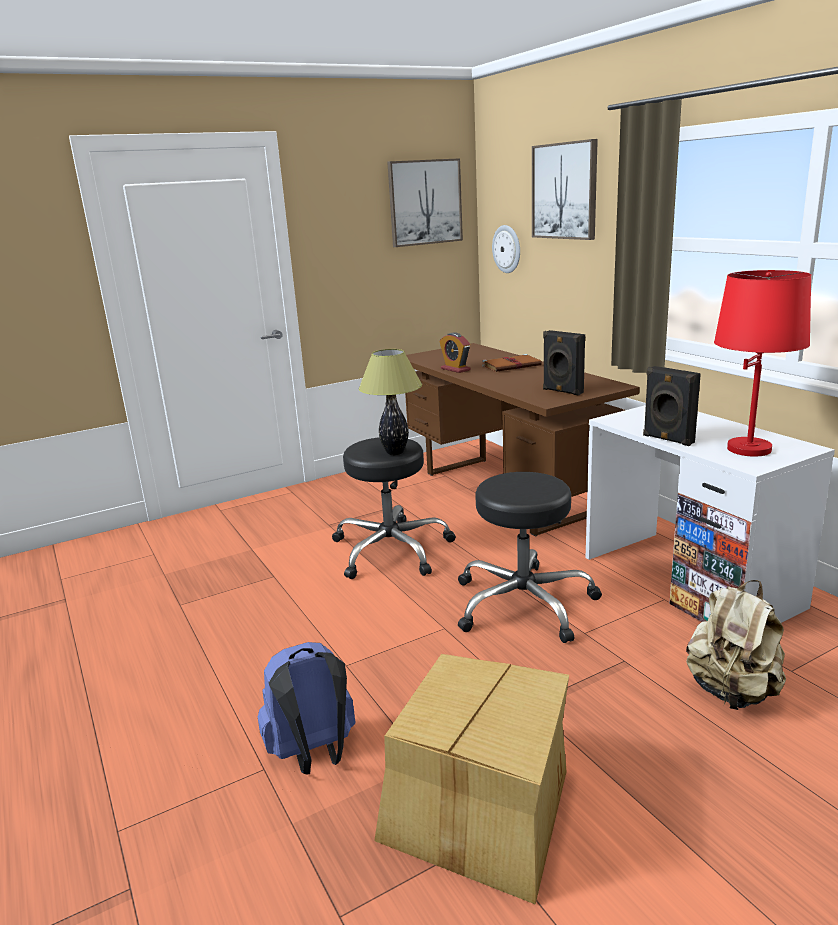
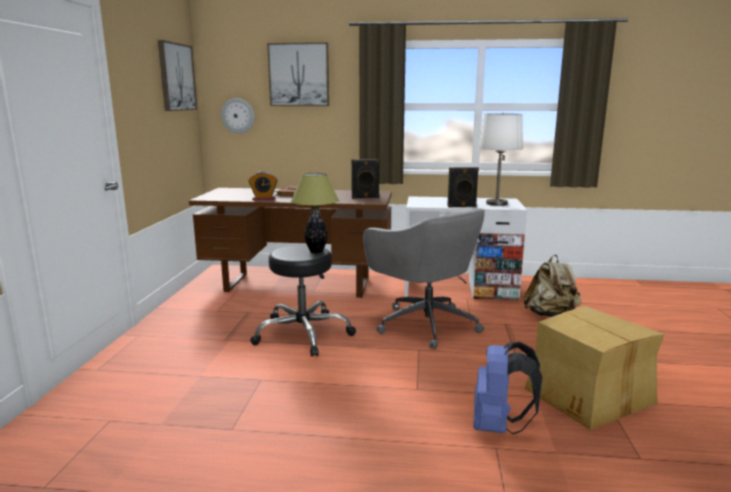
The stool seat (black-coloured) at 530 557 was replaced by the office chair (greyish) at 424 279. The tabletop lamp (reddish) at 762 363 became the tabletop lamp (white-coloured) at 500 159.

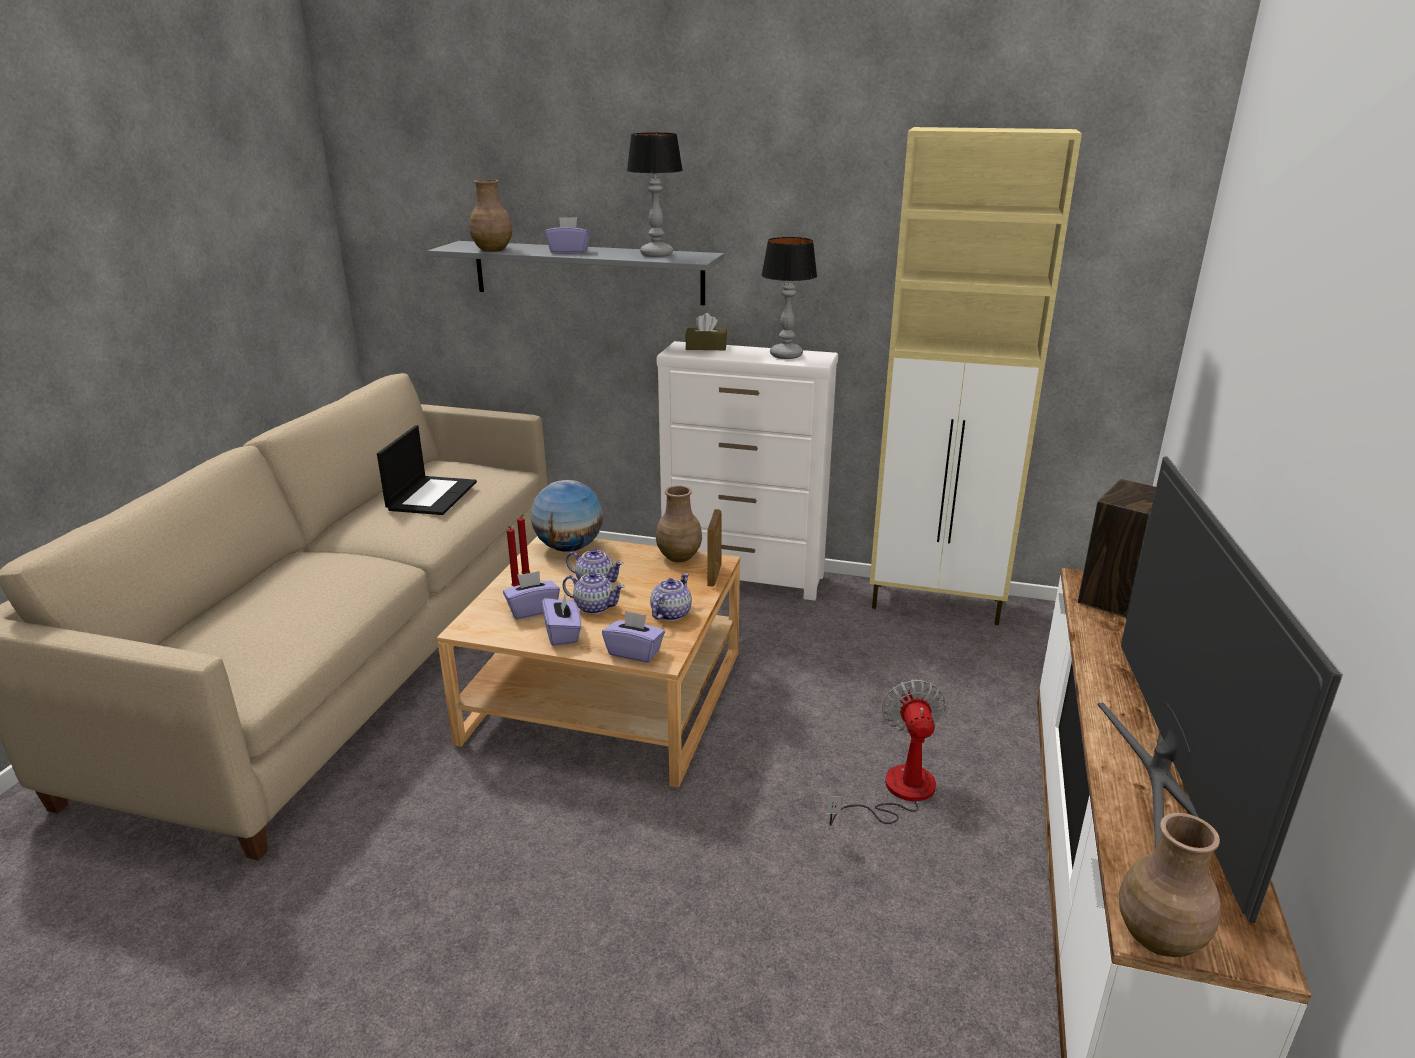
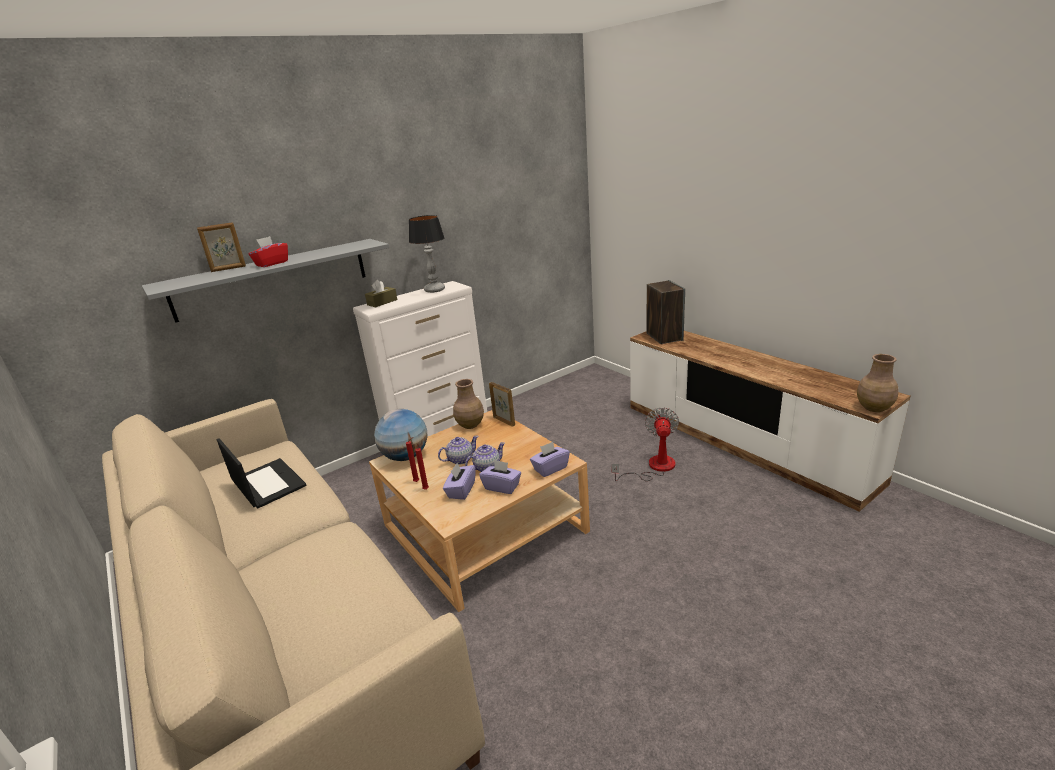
The vase (brown) at 490 216 disappeared. The tabletop lamp at 655 195 disappeared. The tea pot at 671 597 disappeared. The cabinet (beige-coloured) at 976 376 disappeared. The TV at 1220 689 disappeared. The standing frame at 221 247 appeared. The tissue box (purple-coloured) at 568 235 became the tissue box (reddish) at 268 251. The fan at 886 752 turned 60 degrees clockwise.

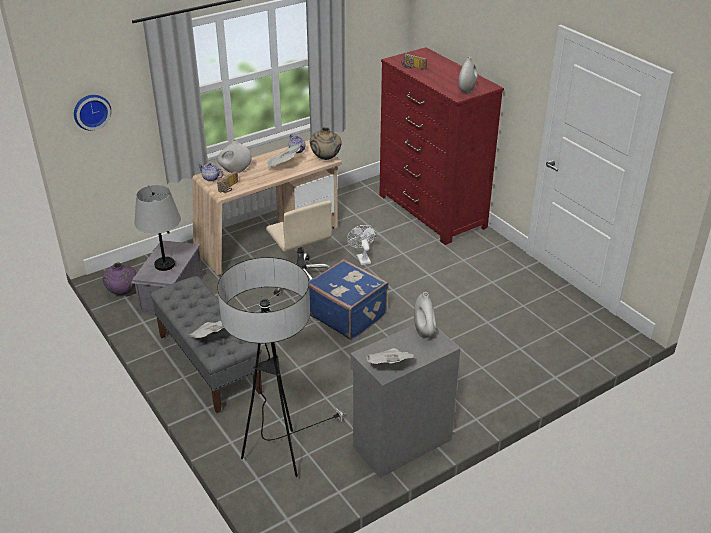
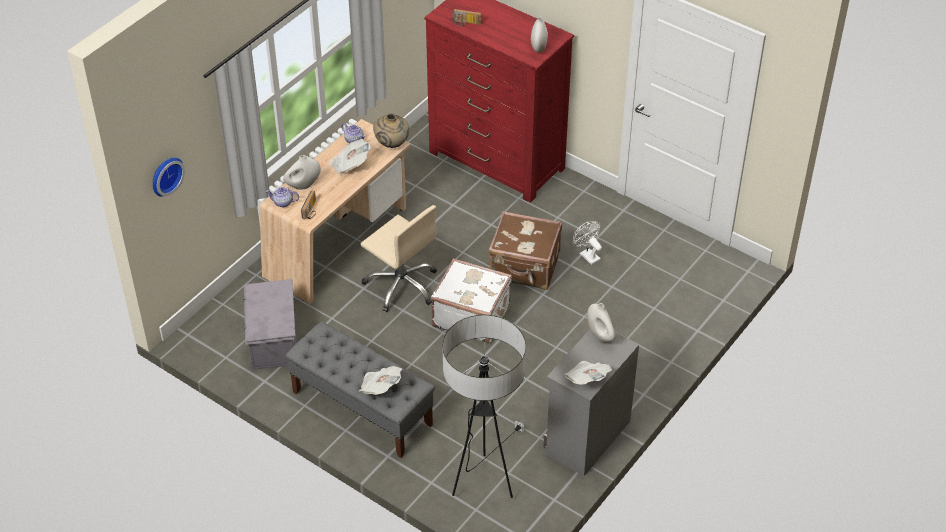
The vase (purple-coloured) at 119 279 disappeared. The tabletop lamp (greyish) at 157 228 disappeared. The suitcase (brown) at 525 250 appeared. The fan (white-coloured) moved from 361 245 to 587 243. The suitcase (blue) at 349 299 became the suitcase (white-coloured) at 471 300.

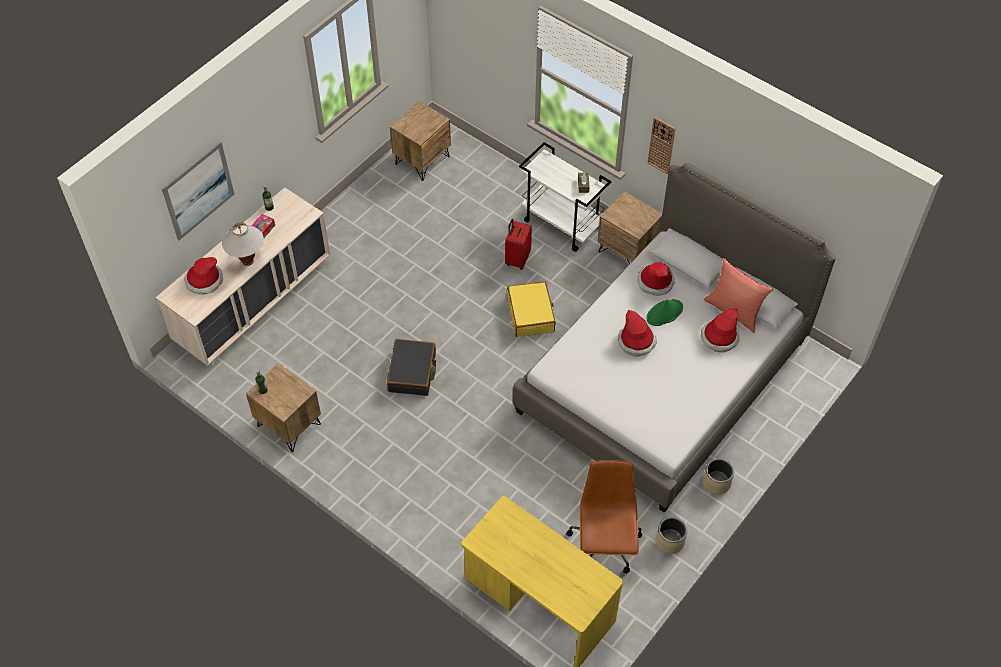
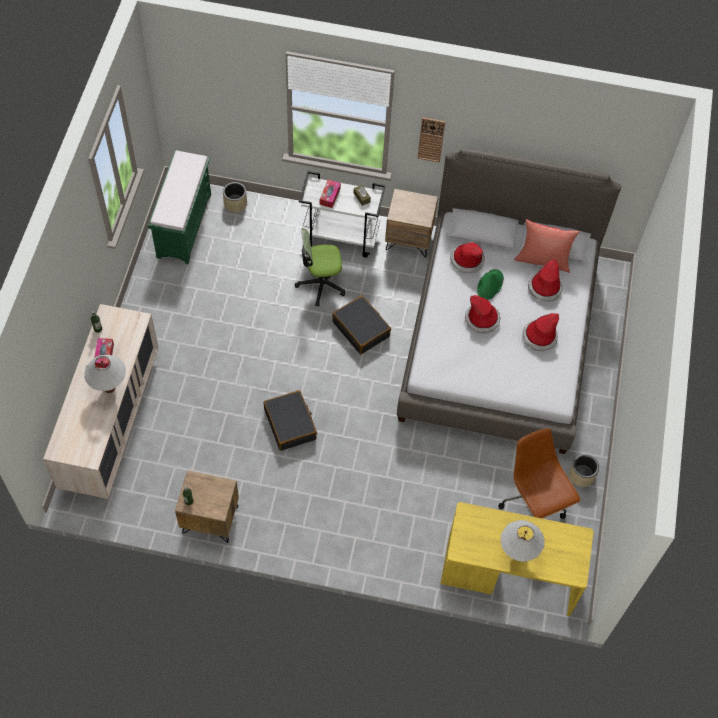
The wall picture at 197 191 disappeared. The tissue box at 330 194 appeared. The tabletop lamp (white-coloured) at 522 541 appeared. The hat moved from 203 275 to 541 332. The plant pot (beige-coloured) moved from 718 476 to 235 197. The nightstand (brown) at 420 141 was replaced by the indoor bench (greenish) at 179 207. The suitcase (reddish) at 518 244 was replaced by the office chair at 320 267. The suitcase (yellowish) at 531 309 became the suitcase (black-coloured) at 361 324.

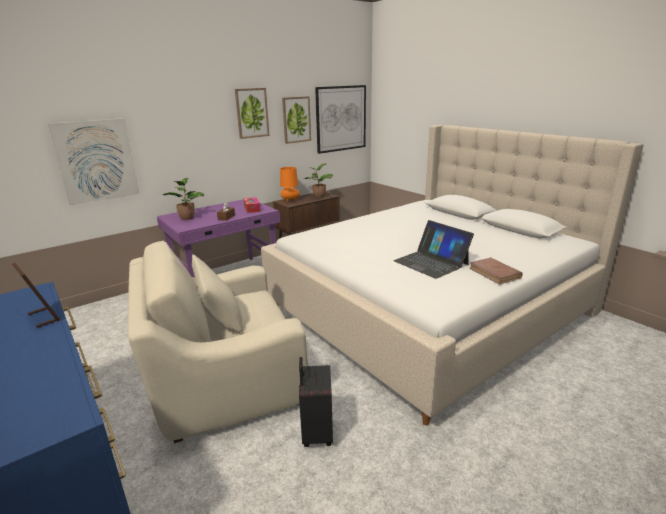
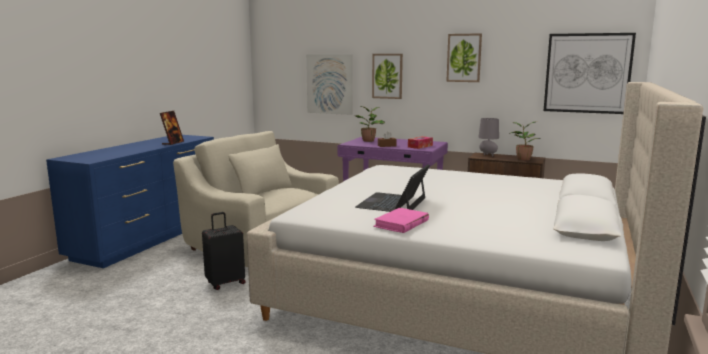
The wall picture moved from 296 120 to 387 76. The tabletop lamp (orange) at 290 184 became the tabletop lamp (greyish) at 488 137. The book (brown) at 495 271 became the book (pink-coloured) at 401 220.

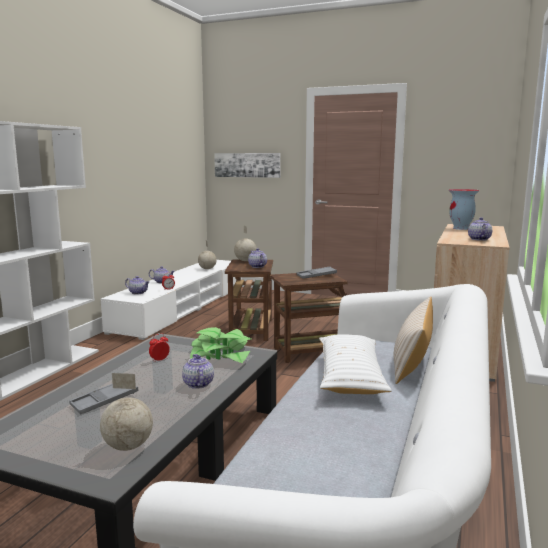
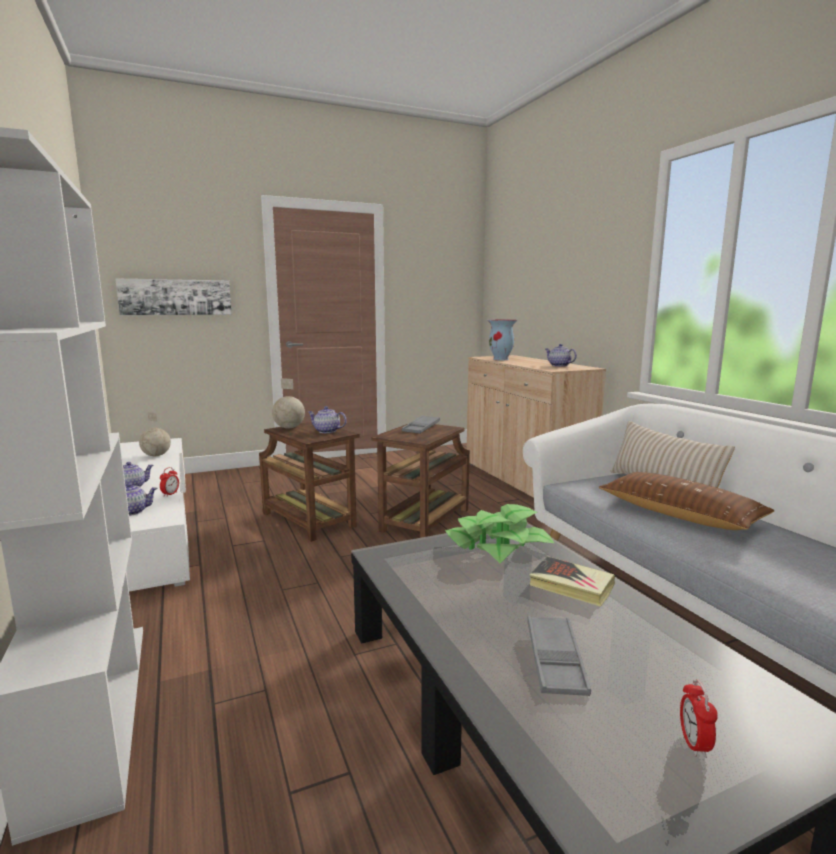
The desk globe at 126 412 disappeared. The table clock moved from 159 347 to 699 718. The tea pot at 198 371 was replaced by the book at 572 581. The throw pillow (white-coloured) at 355 364 became the throw pillow (brown) at 687 501.

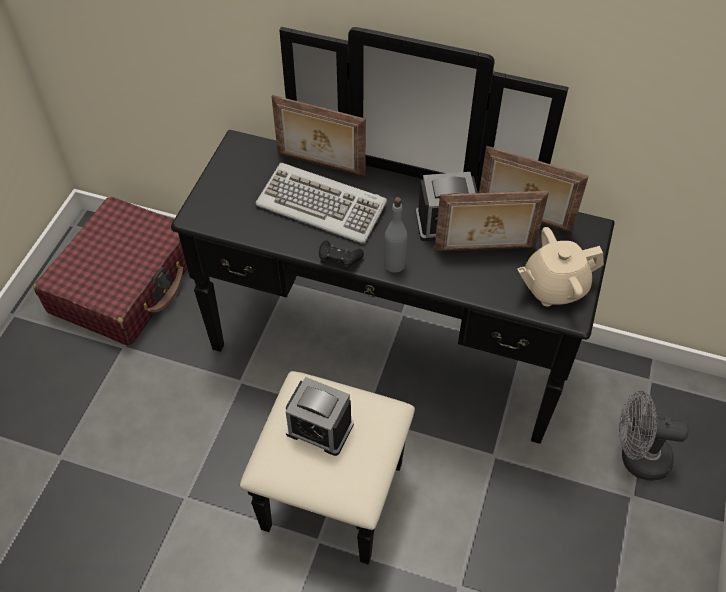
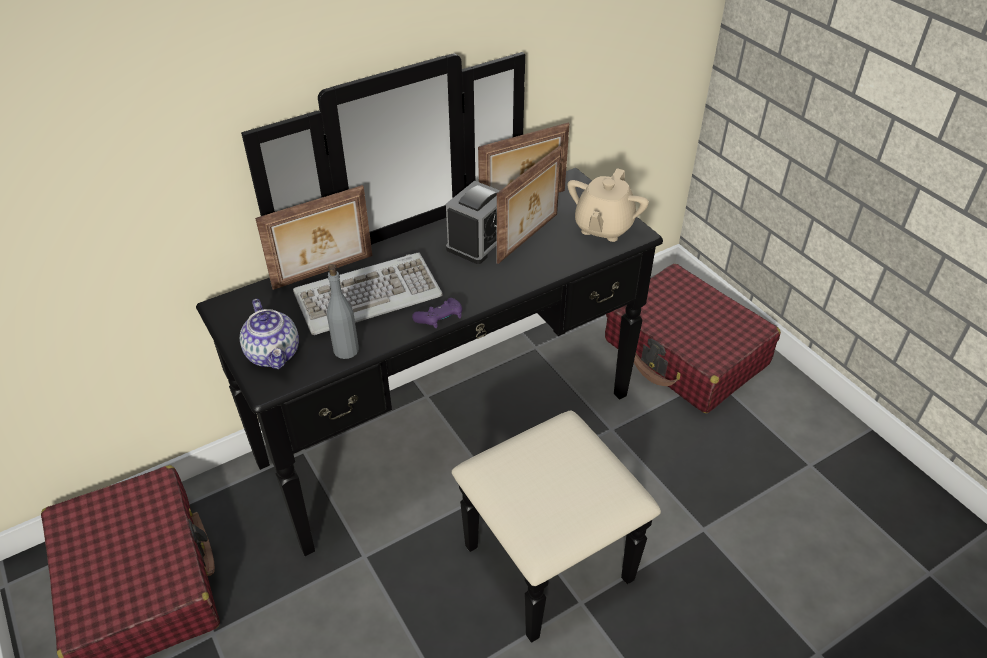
The table clock at 320 416 disappeared. The tea pot at 269 334 appeared. The beverage bottle (greyish) moved from 395 235 to 343 311. The fan (greyish) at 654 436 was replaced by the suitcase (reddish) at 693 338. The joypad (black-coloured) at 341 254 became the joypad (purple-coloured) at 437 313.

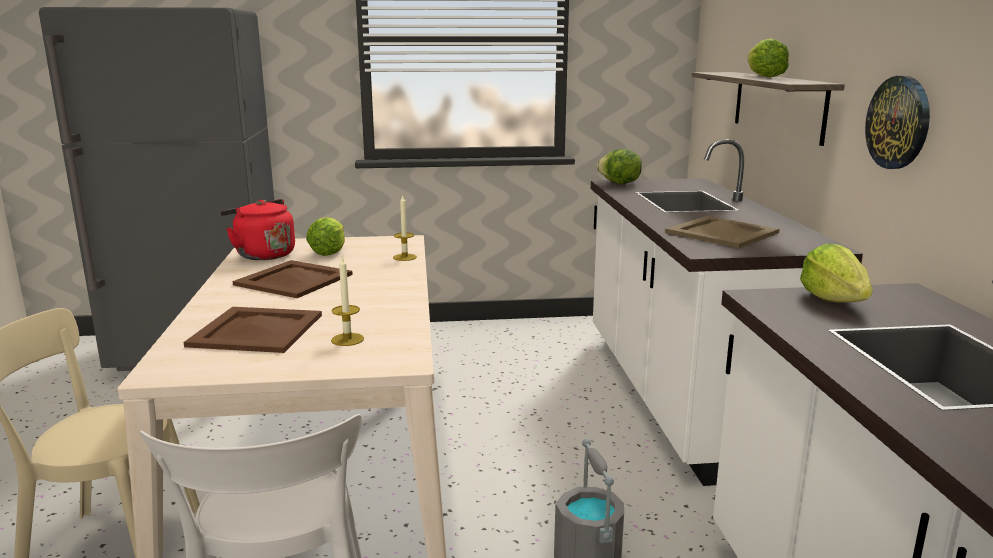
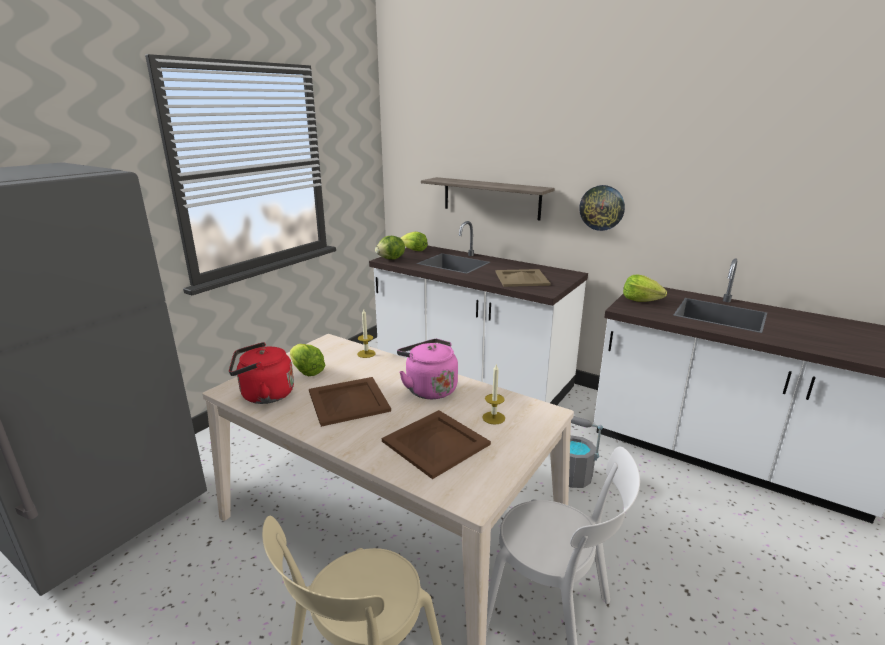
The kettle (pink-coloured) at 427 369 appeared. The lettuce moved from 768 58 to 414 241.

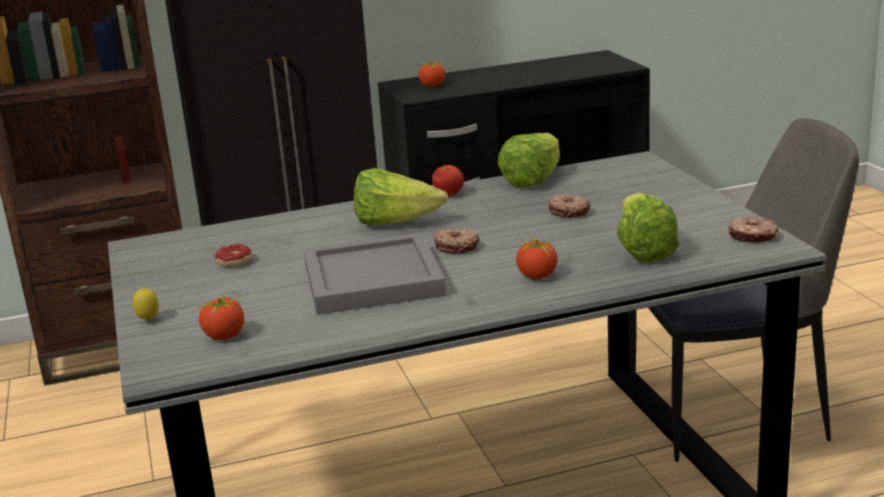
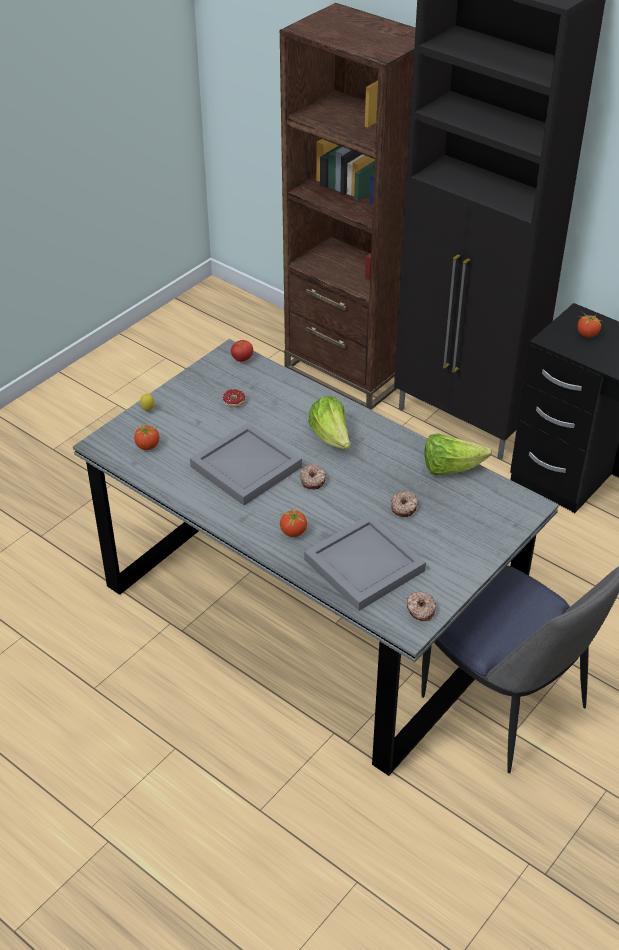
The whole tomato moved from 448 180 to 242 351. The lettuce at 648 227 was replaced by the tray (greyish) at 365 563.

